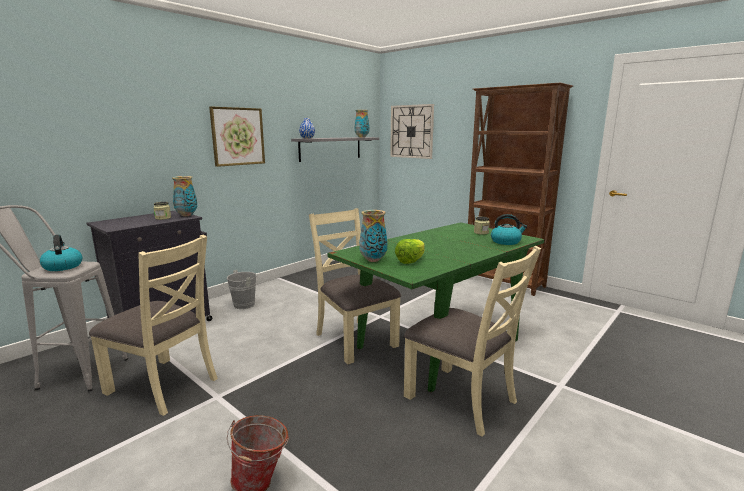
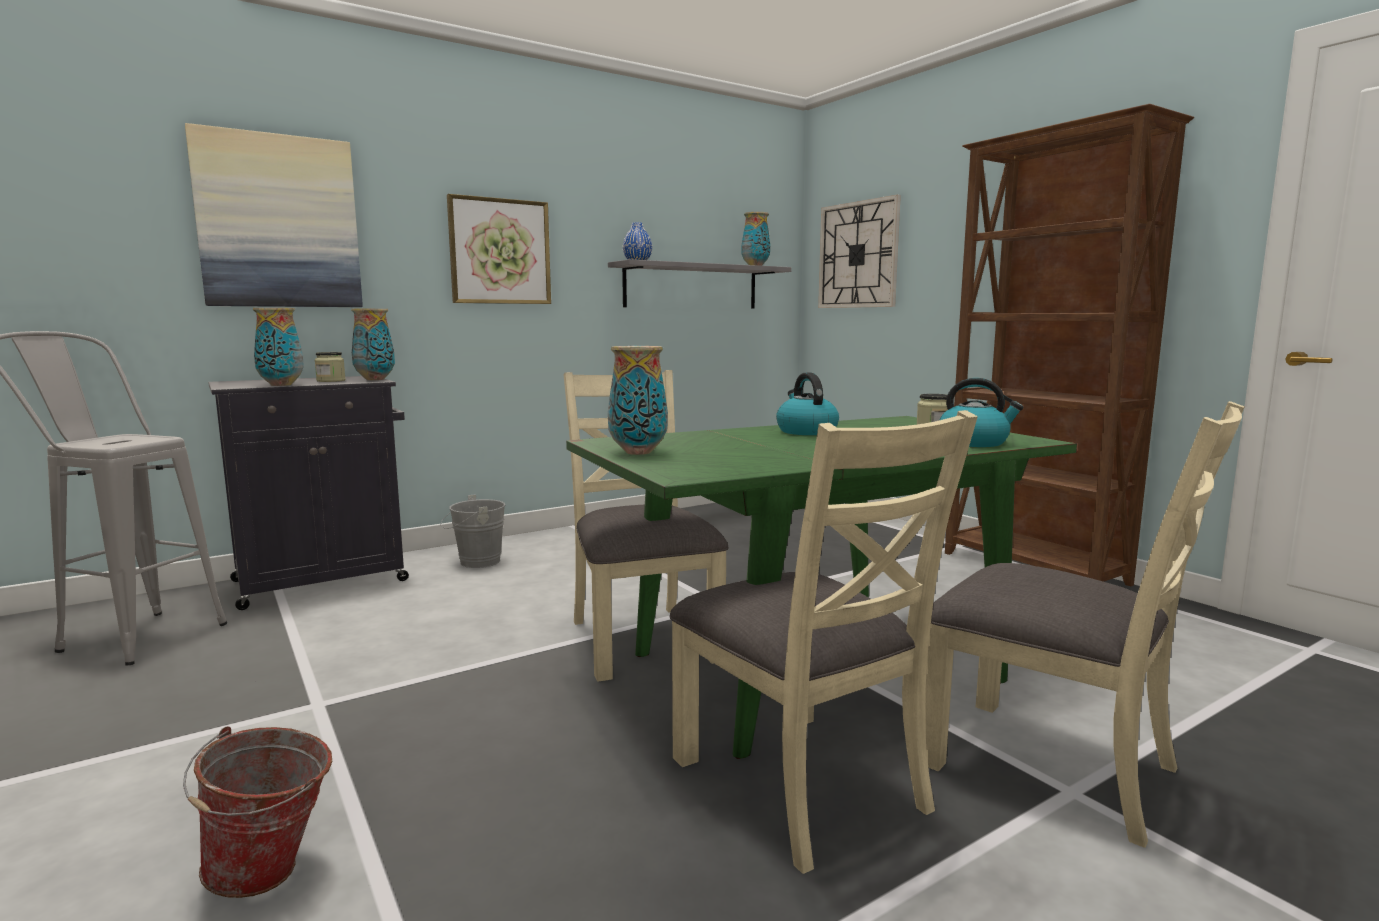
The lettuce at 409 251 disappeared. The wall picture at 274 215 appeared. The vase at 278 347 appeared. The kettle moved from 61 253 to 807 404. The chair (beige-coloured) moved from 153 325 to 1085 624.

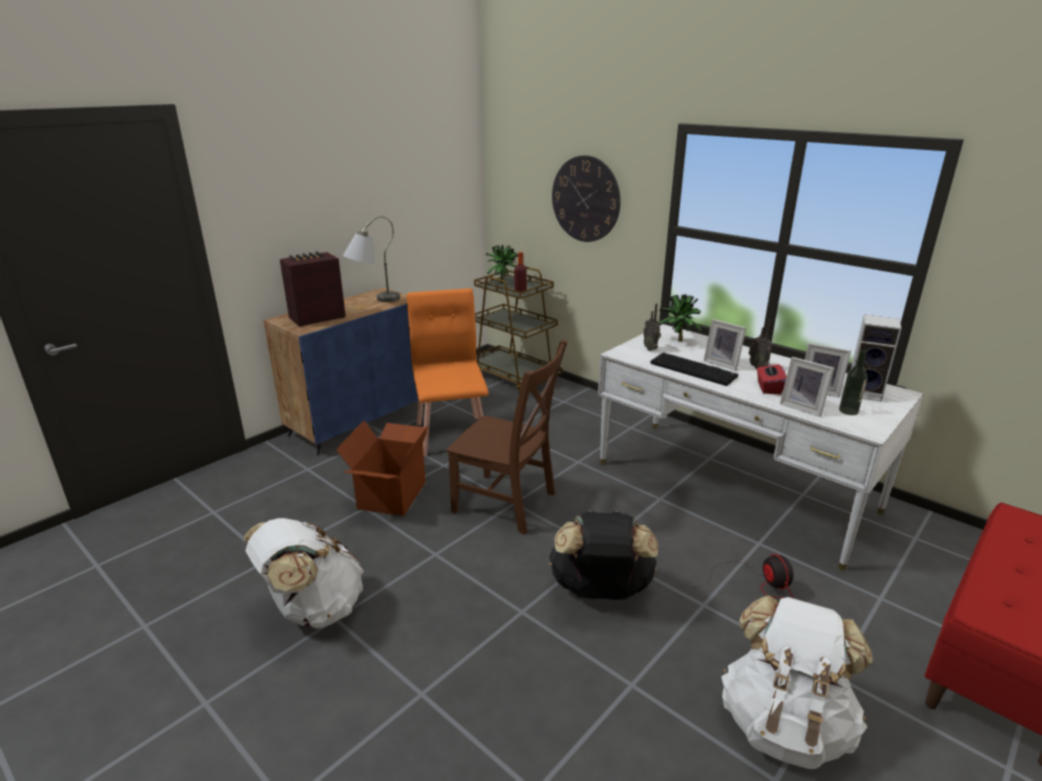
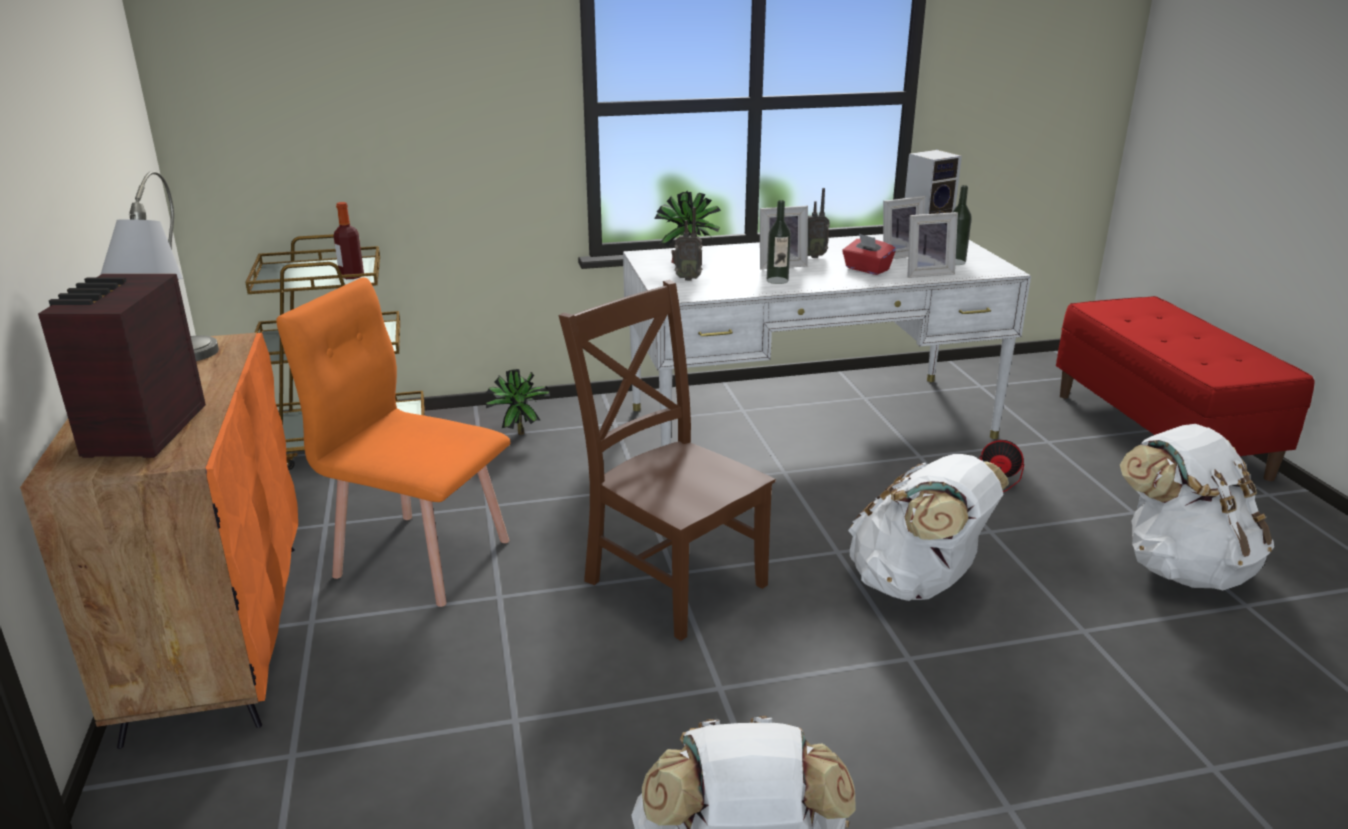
The cardboard box at 382 468 disappeared. The clock on the wall at 586 198 disappeared. The plant in a pot moved from 501 263 to 518 402. The keyboard at 694 369 was replaced by the beverage bottle at 779 242. The cabinet (blue) at 344 372 became the cabinet (orange) at 159 541. The backpack (black-coloured) at 603 555 became the backpack (white-coloured) at 928 527. The chair (brown) at 507 437 turned 105 degrees counterclockwise.

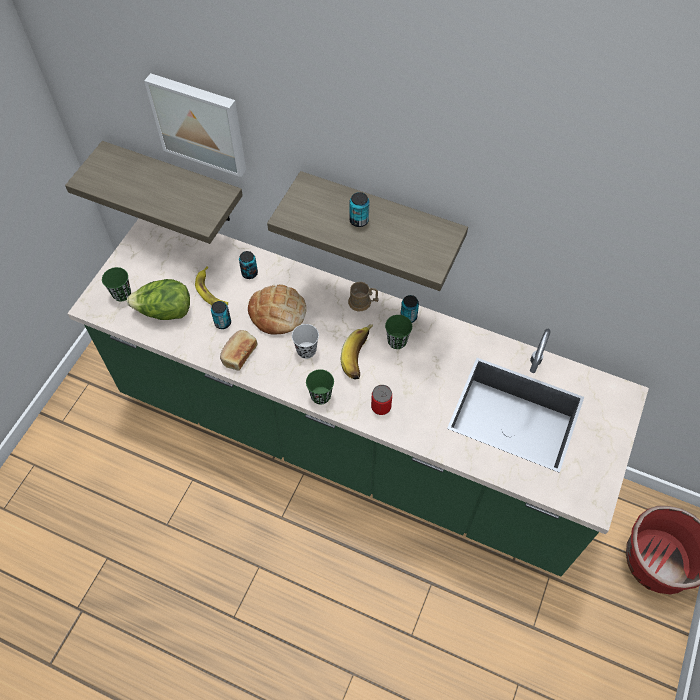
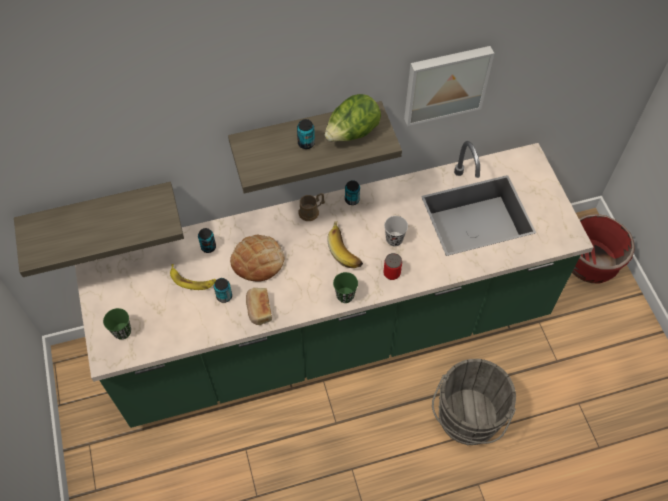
The drinking cup (greenish) at 398 332 disappeared. The pail (greyish) at 474 402 appeared. The lettuce moved from 158 299 to 353 118. The wall picture moved from 195 125 to 449 86. The drinking cup (black-coloured) moved from 305 341 to 396 231.

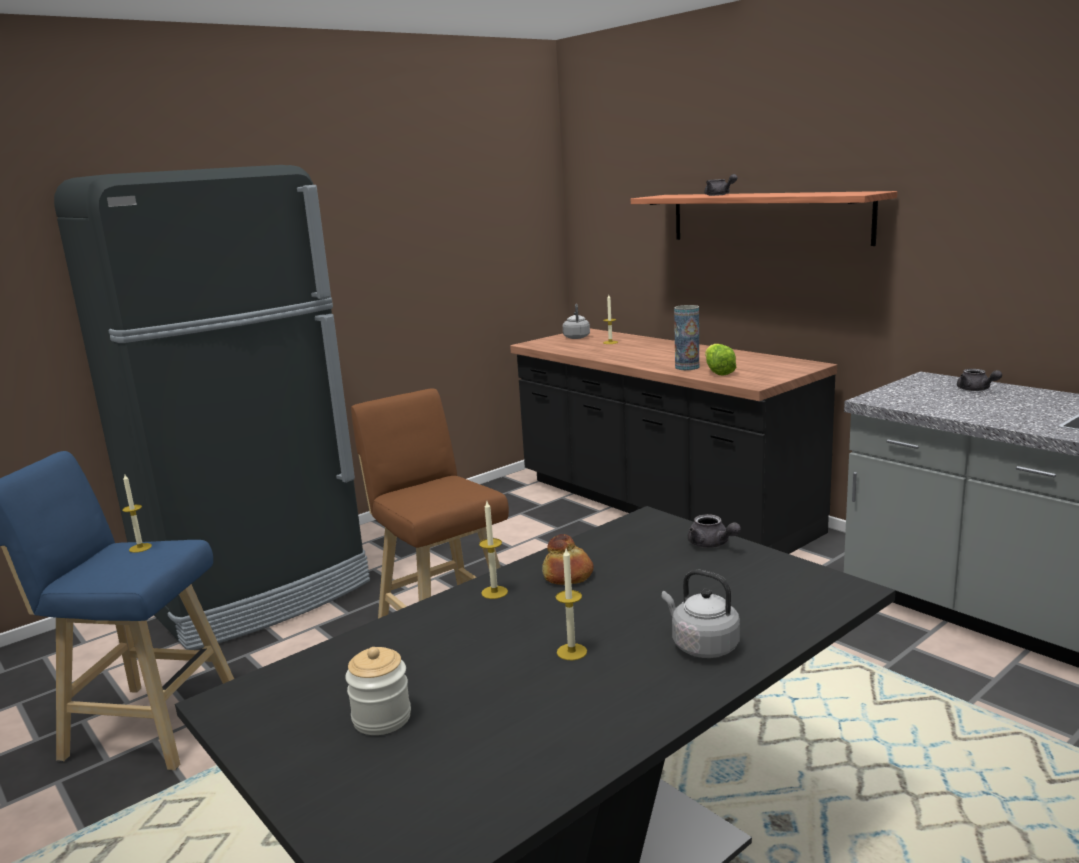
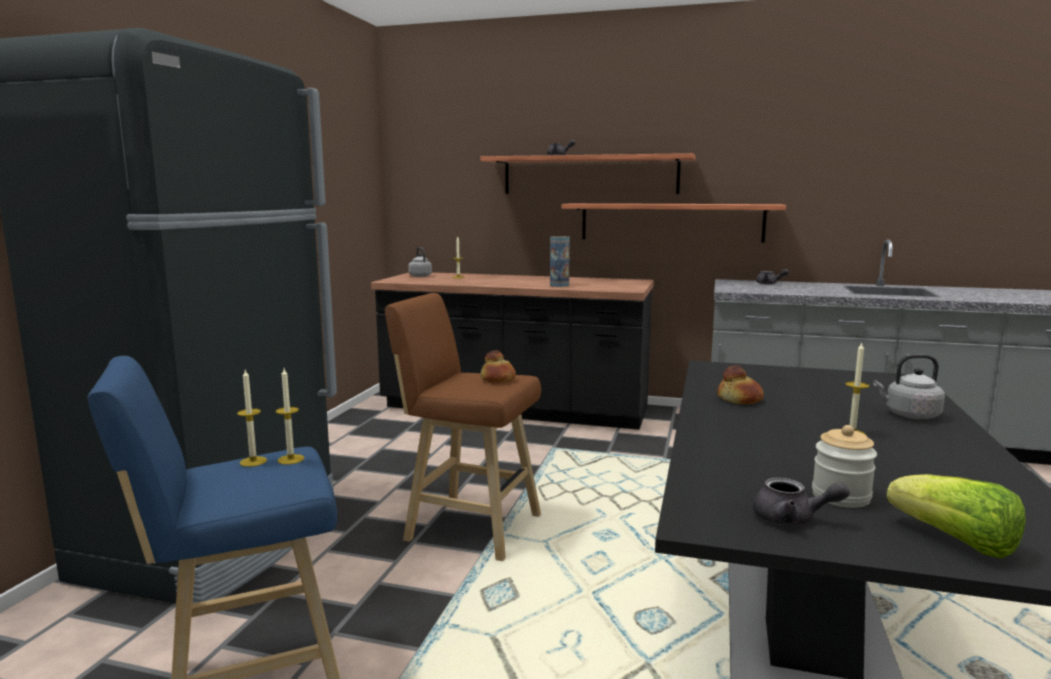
The bakery bread at 498 366 appeared. The shelf at 673 223 appeared. The candle moved from 493 550 to 290 417. The tea pot (greyish) moved from 714 531 to 801 501. The lettuce moved from 721 360 to 956 516.

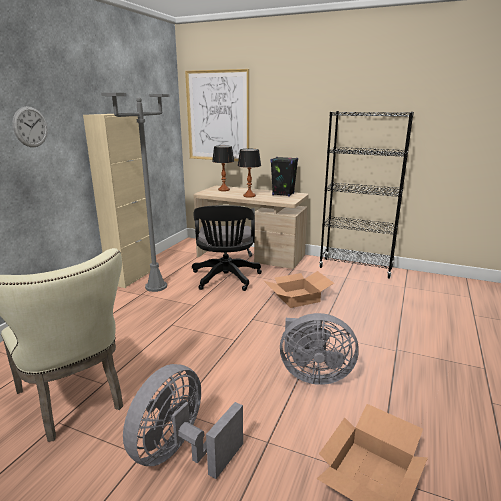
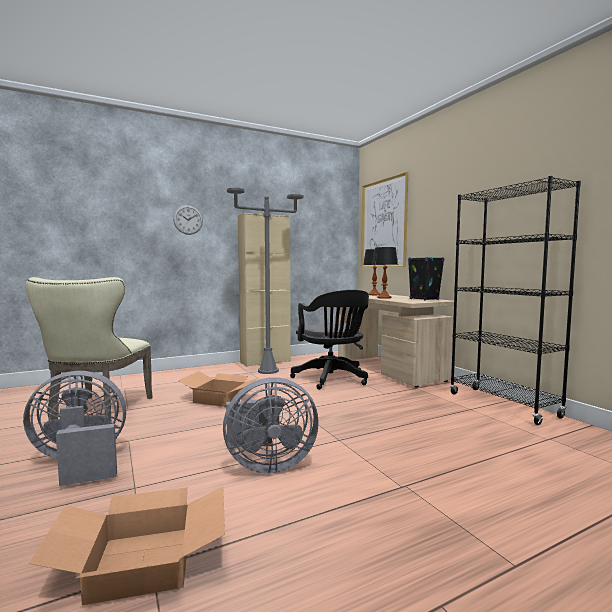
The cardboard box moved from 299 289 to 219 389. The office chair (black-coloured) at 227 248 turned 60 degrees counterclockwise. The fan (greyish) at 319 349 turned 60 degrees counterclockwise.

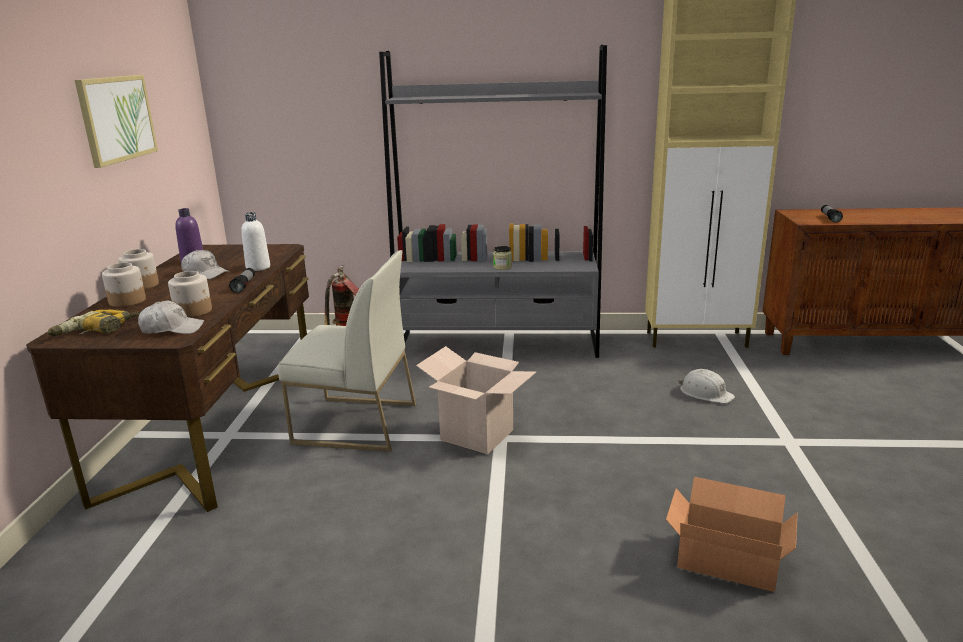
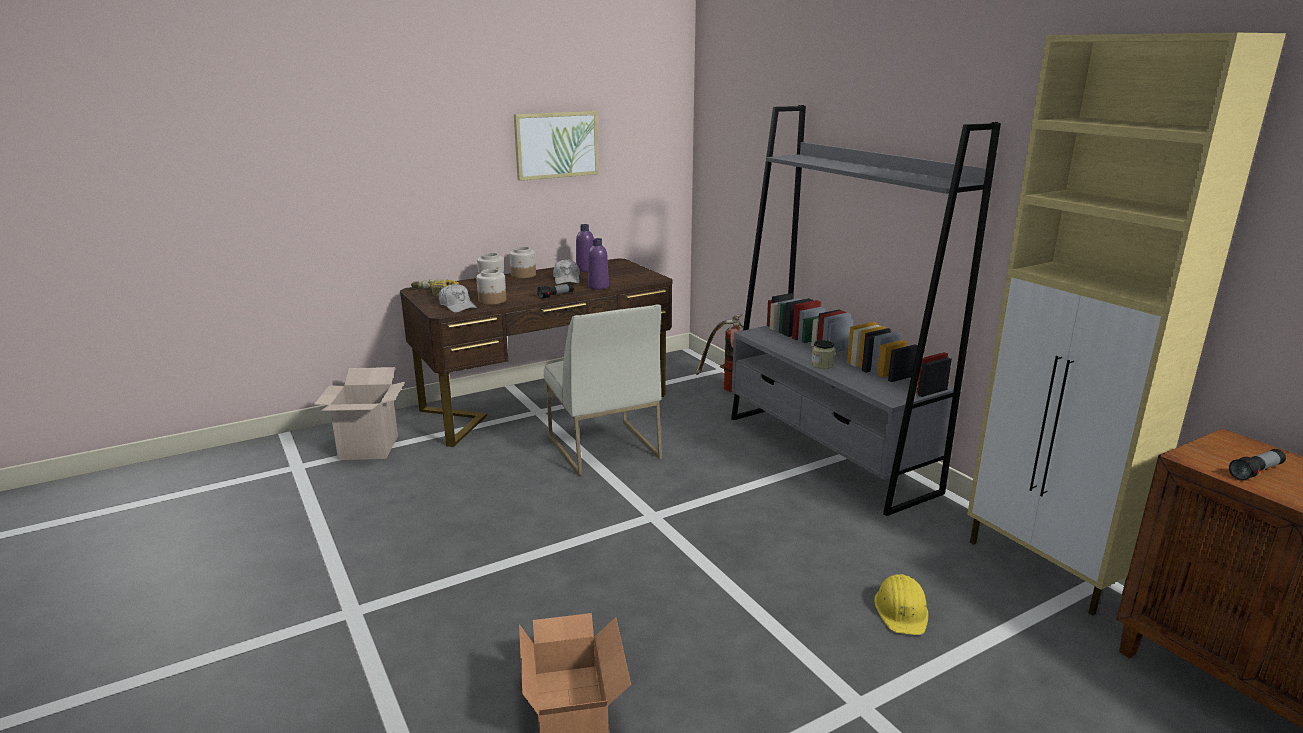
The cardboard box moved from 476 400 to 359 413. The beverage bottle (white-coloured) at 255 241 became the beverage bottle (purple-coloured) at 598 264. The work helmet (white-coloured) at 706 386 became the work helmet (yellowish) at 901 604.

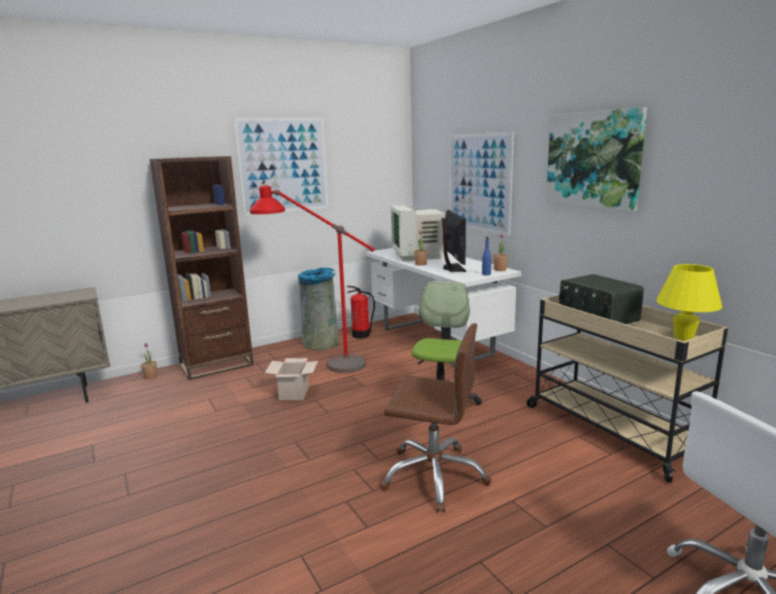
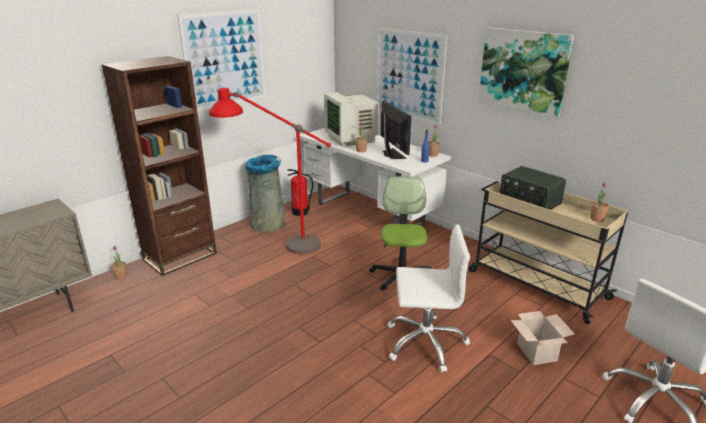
The cardboard box moved from 291 379 to 543 338. The tabletop lamp (yellowish) at 689 302 was replaced by the plant in a pot at 599 202. The office chair (brown) at 435 417 became the office chair (white-coloured) at 429 298.

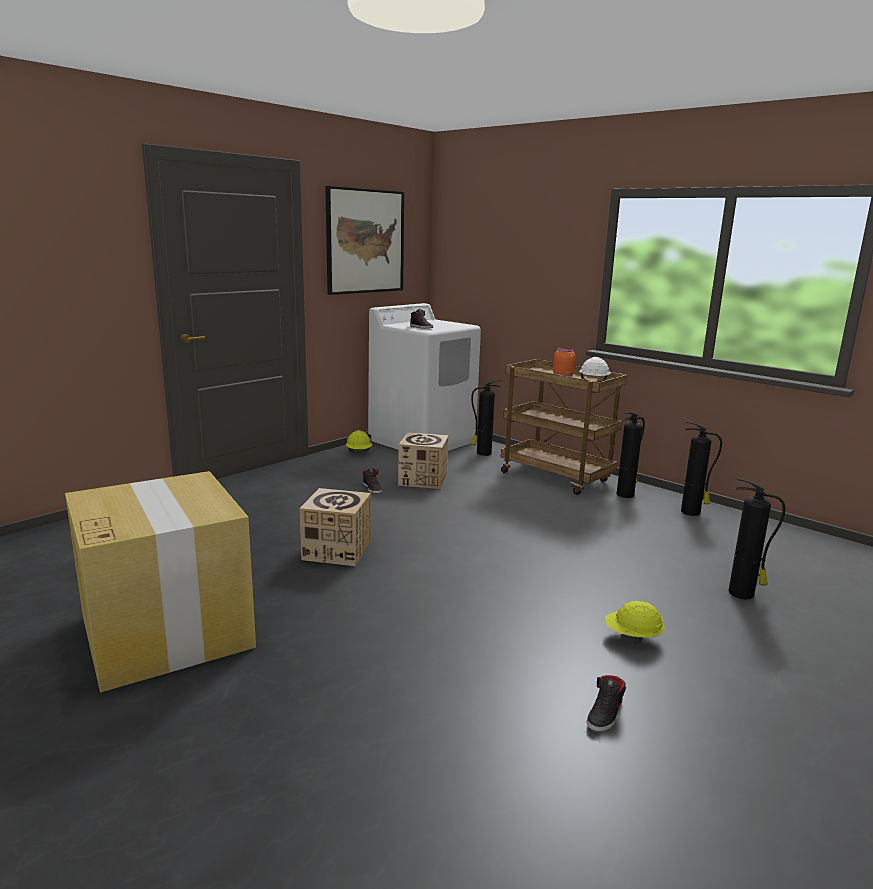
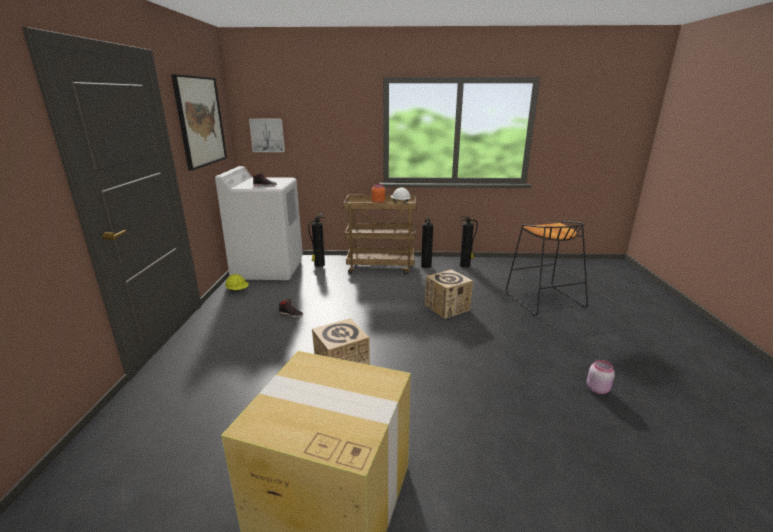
The work helmet (yellowish) at 634 622 disappeared. The wall picture at 267 135 appeared. The cardboard box moved from 423 460 to 449 294. The item of footwear (black-coloured) at 606 703 was replaced by the jar (pink-coloured) at 601 377. The fire extinguisher at 757 538 was replaced by the stool seat (black-coloured) at 547 268.

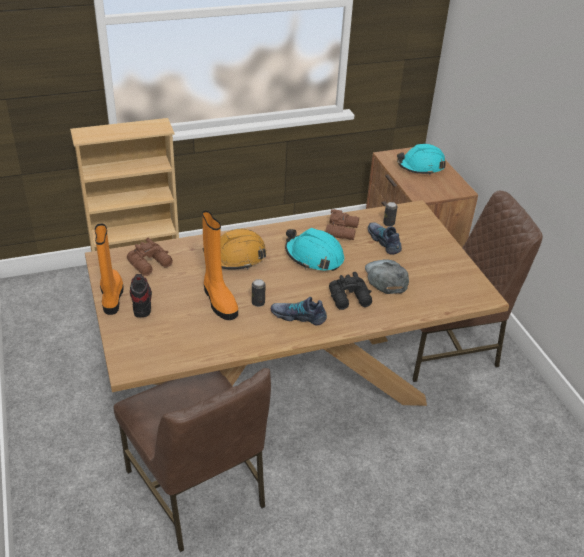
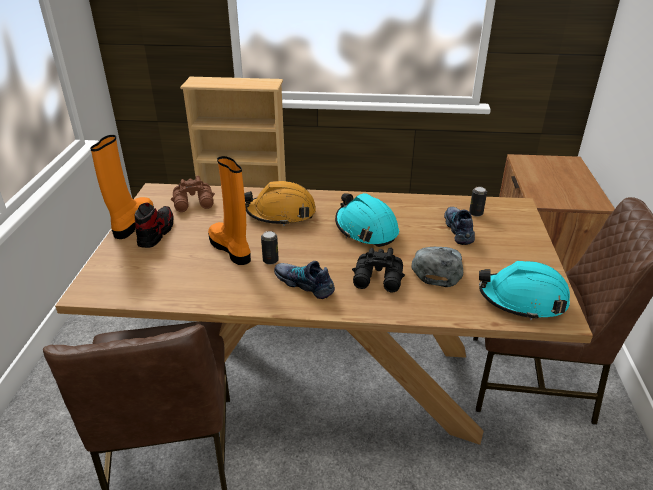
The pair of binoculars (brown) at 342 224 disappeared. The work helmet (turquoise-coloured) moved from 421 159 to 524 290. The high-top boot (orange) at 220 265 turned 150 degrees clockwise.

